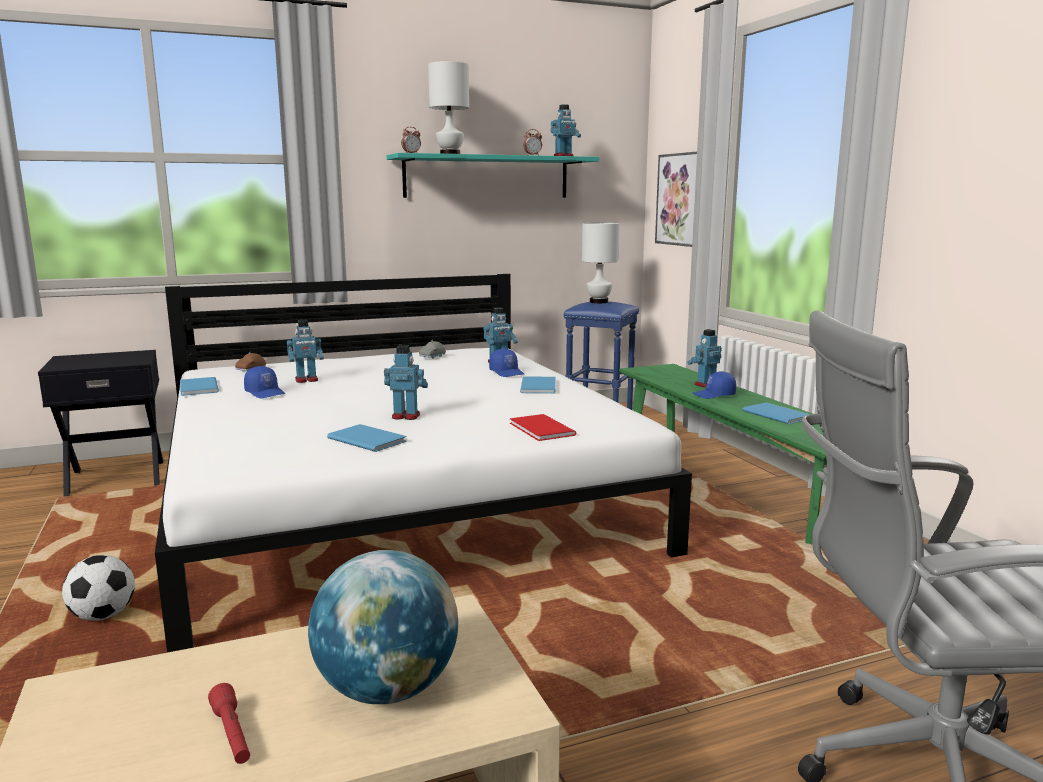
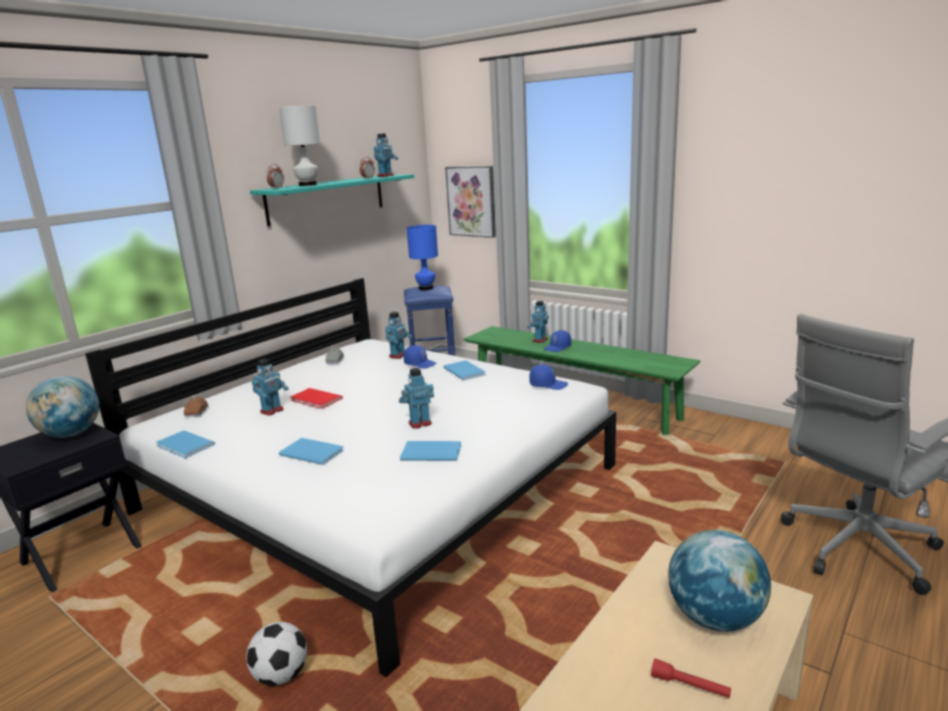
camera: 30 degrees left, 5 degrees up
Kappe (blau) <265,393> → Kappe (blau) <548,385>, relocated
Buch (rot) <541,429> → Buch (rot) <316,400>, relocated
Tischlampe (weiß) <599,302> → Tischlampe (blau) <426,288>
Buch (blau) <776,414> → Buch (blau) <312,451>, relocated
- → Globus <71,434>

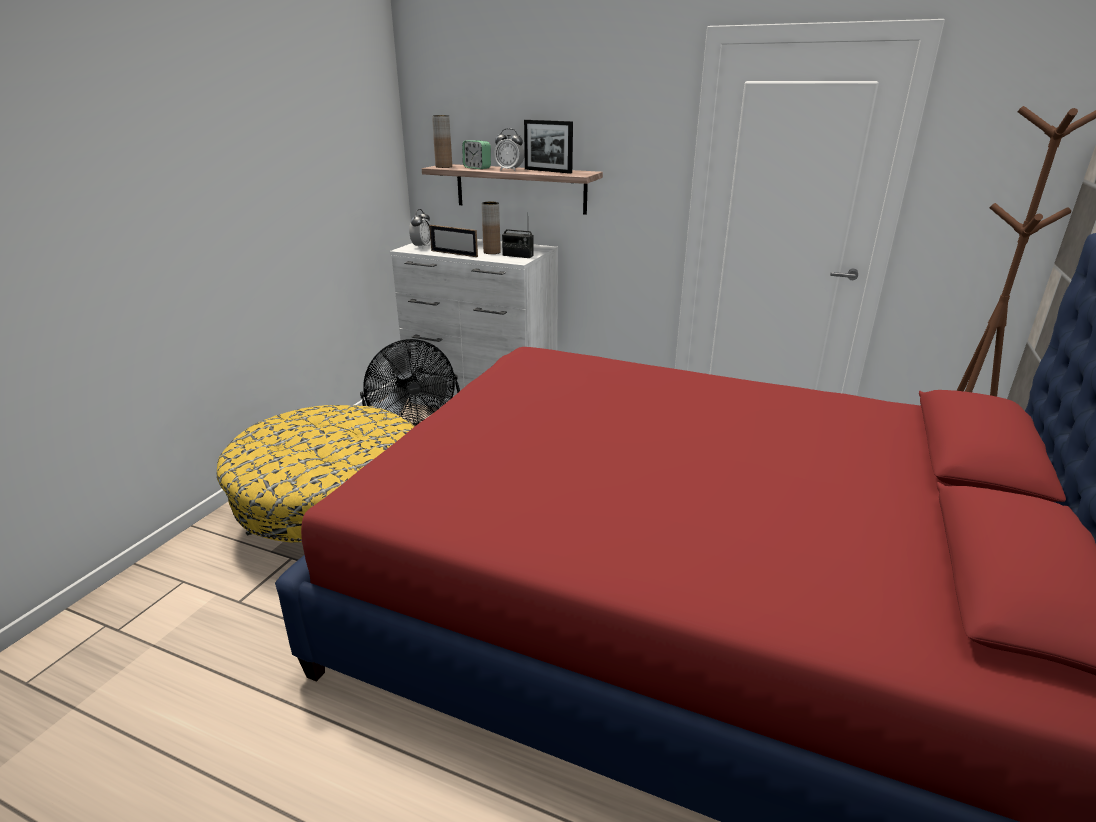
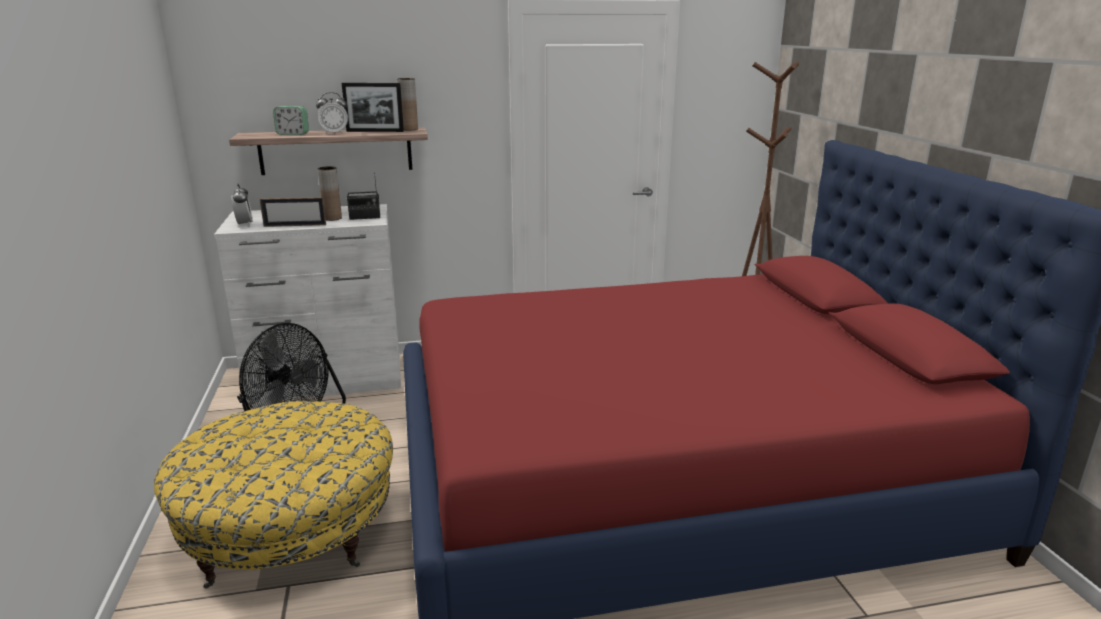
camera: 35 degrees left, 5 degrees down
Vase (braun) <444,167> → Vase (braun) <409,129>, relocated

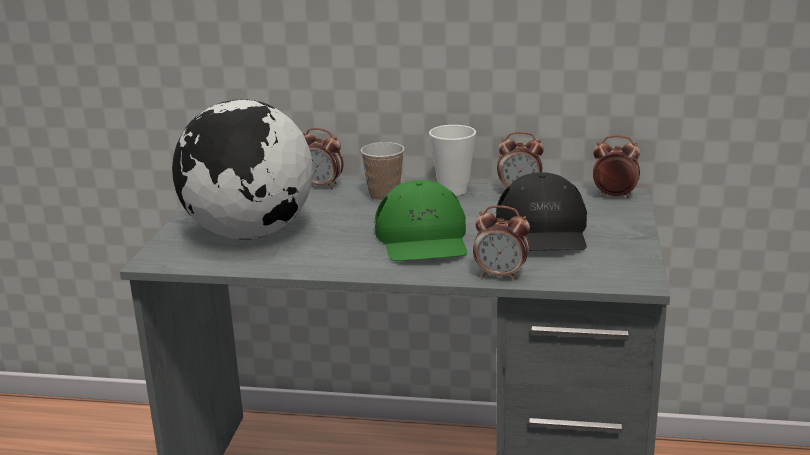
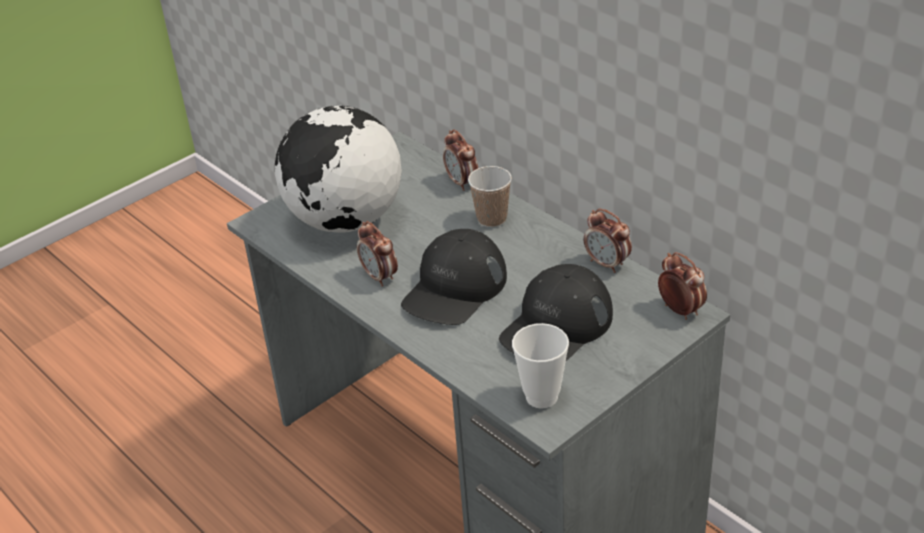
camera: 40 degrees right, 15 degrees up
Kappe (grün) <423,239> → Kappe (schwarz) <455,288>
Tasse <453,190> → Tasse <541,397>, relocated
Wecker <501,275> → Wecker <380,277>, relocated

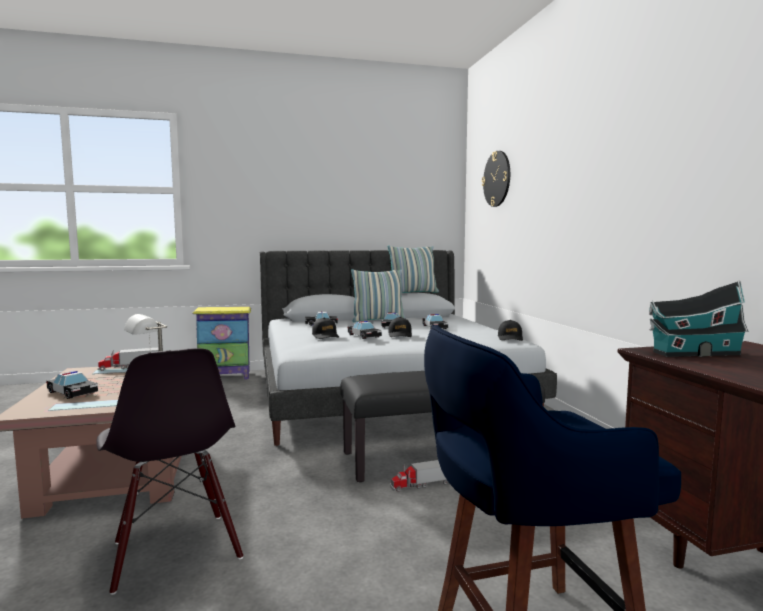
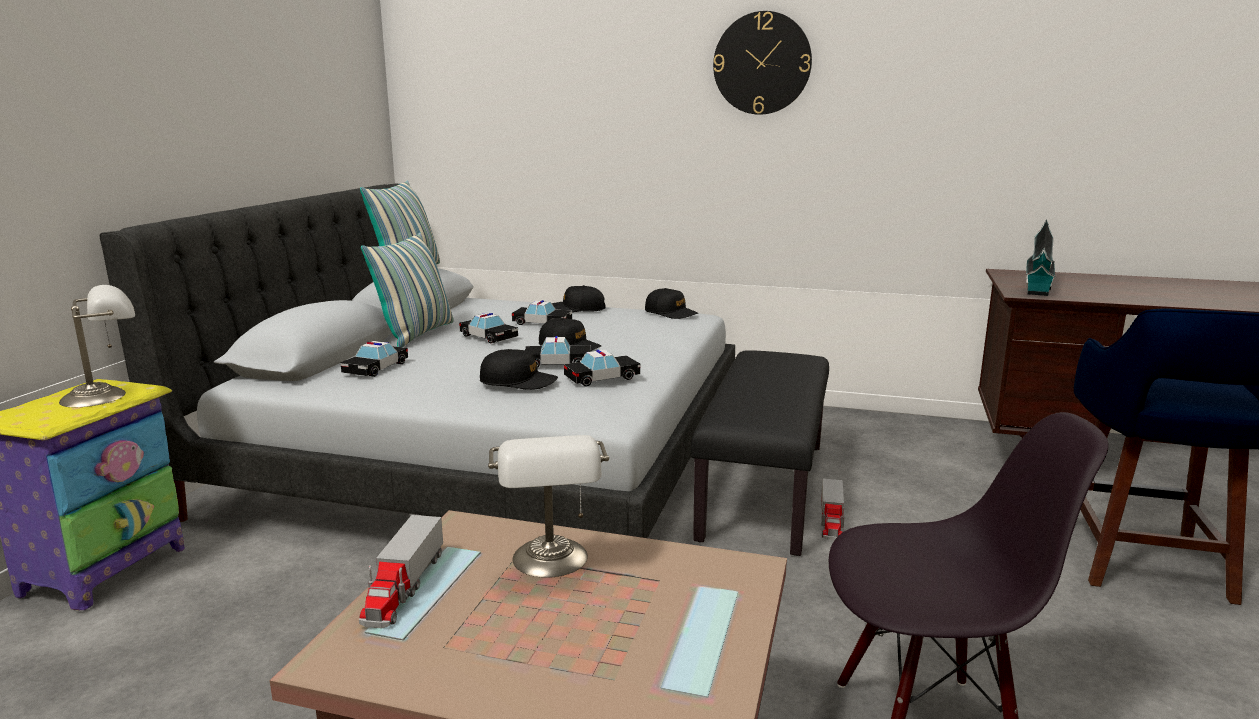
camera: 60 degrees left, 10 degrees up
Spielzeugauto <72,393> → Spielzeugauto <602,378>, relocated
Wanduhr <497,179> → Wanduhr <762,63>, relocated
- → Tischlampe (weiß) <107,394>
- → Kappe (schwarz) <577,309>

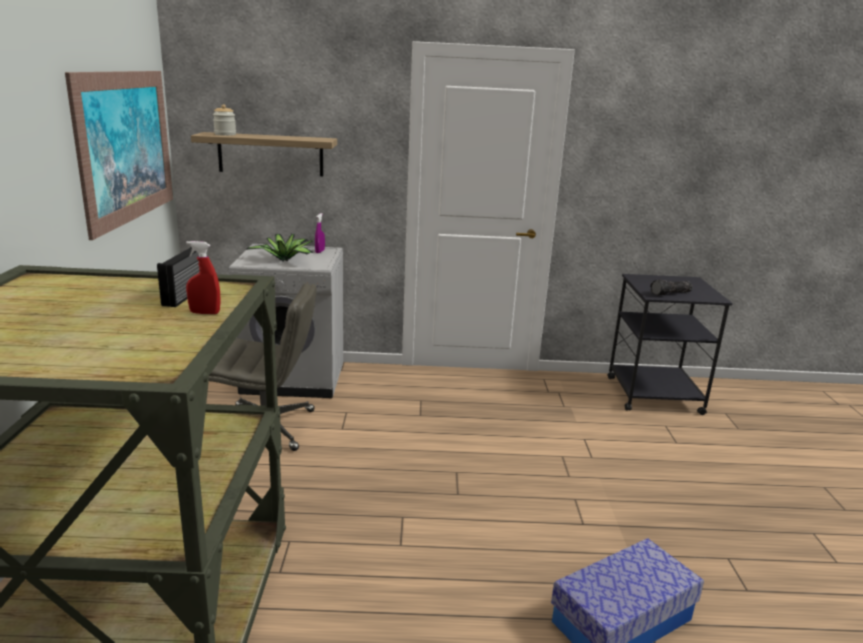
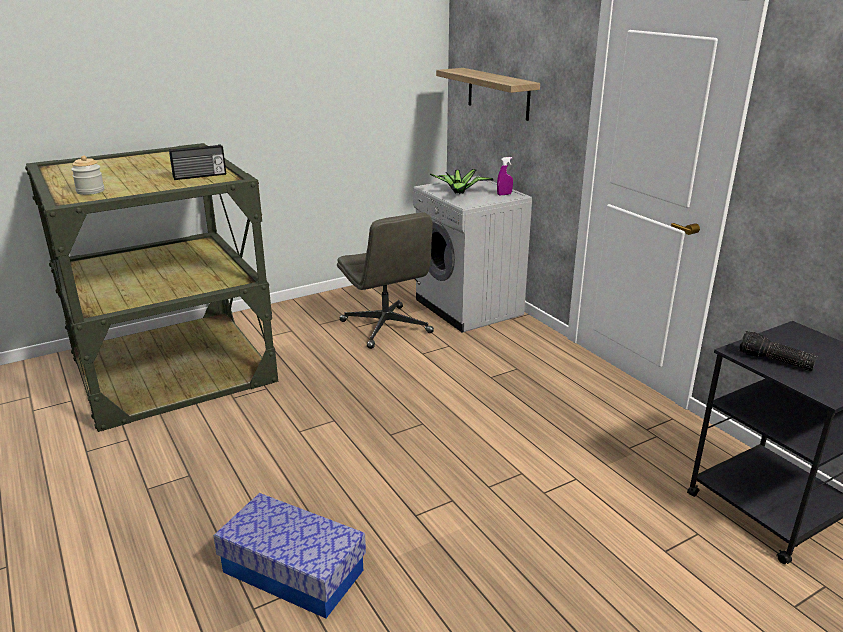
camera: 60 degrees right, 5 degrees up
Bild <126,147> → -
Sprühflasche (rot) <205,313> → -
Vorratsglas <225,134> → Vorratsglas <90,191>, relocated

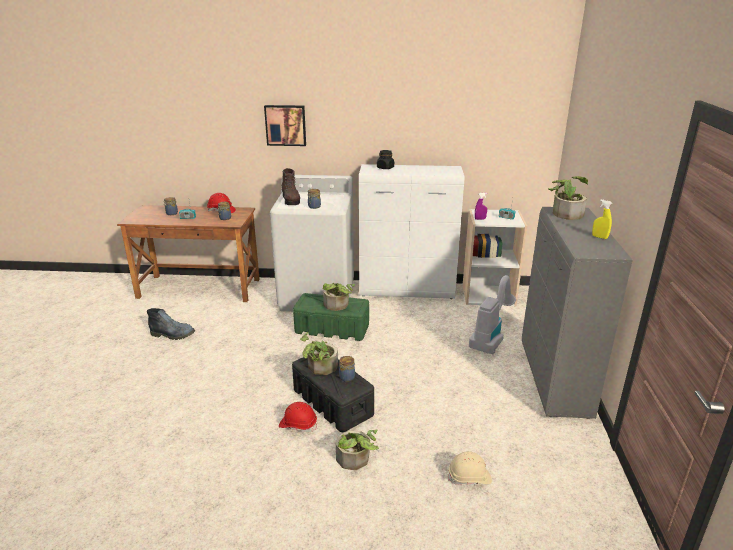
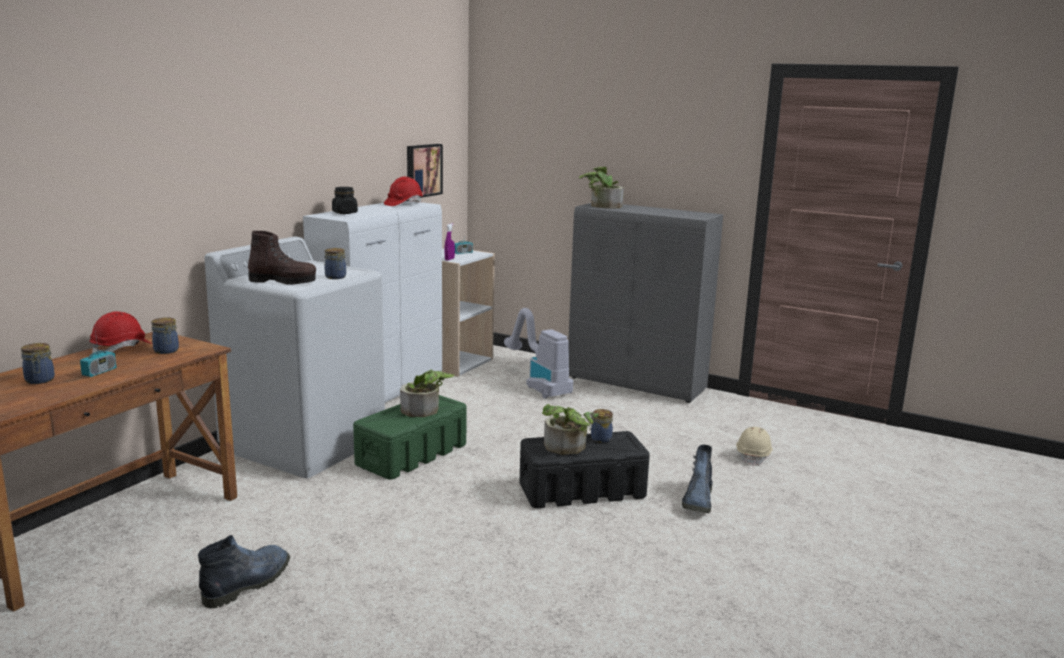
camera: 65 degrees left, 10 degrees down
Bild <285,125> → Bild <422,170>, relocated
Schutzhelm (rot) <298,425> → Schutzhelm (rot) <403,204>, relocated
Topfpflanze <356,460> → Stiefel <698,501>
Sprühflasche (gelb) <599,237> → -

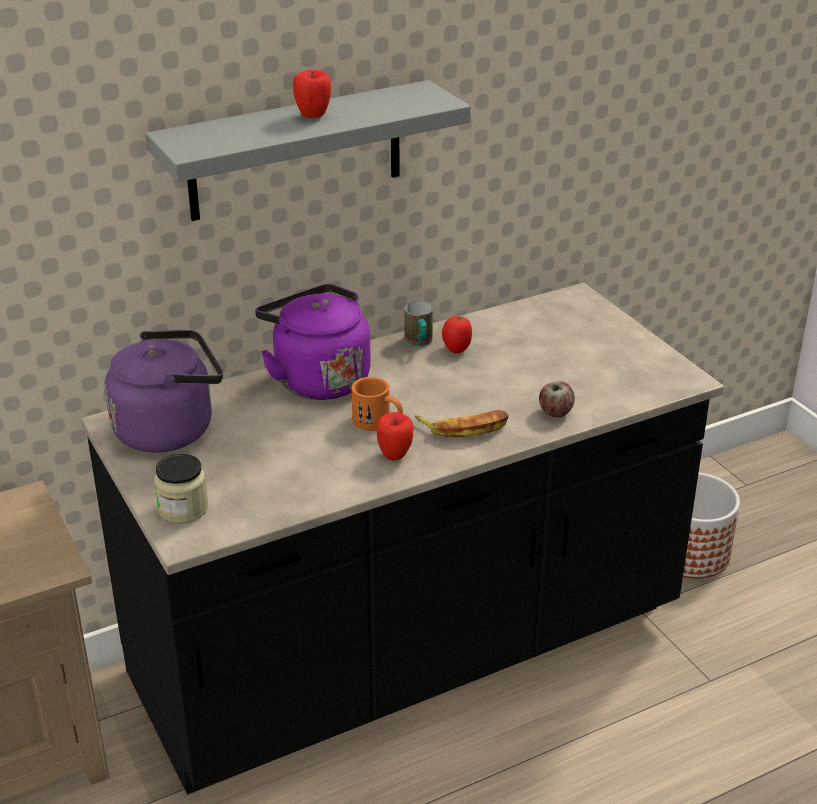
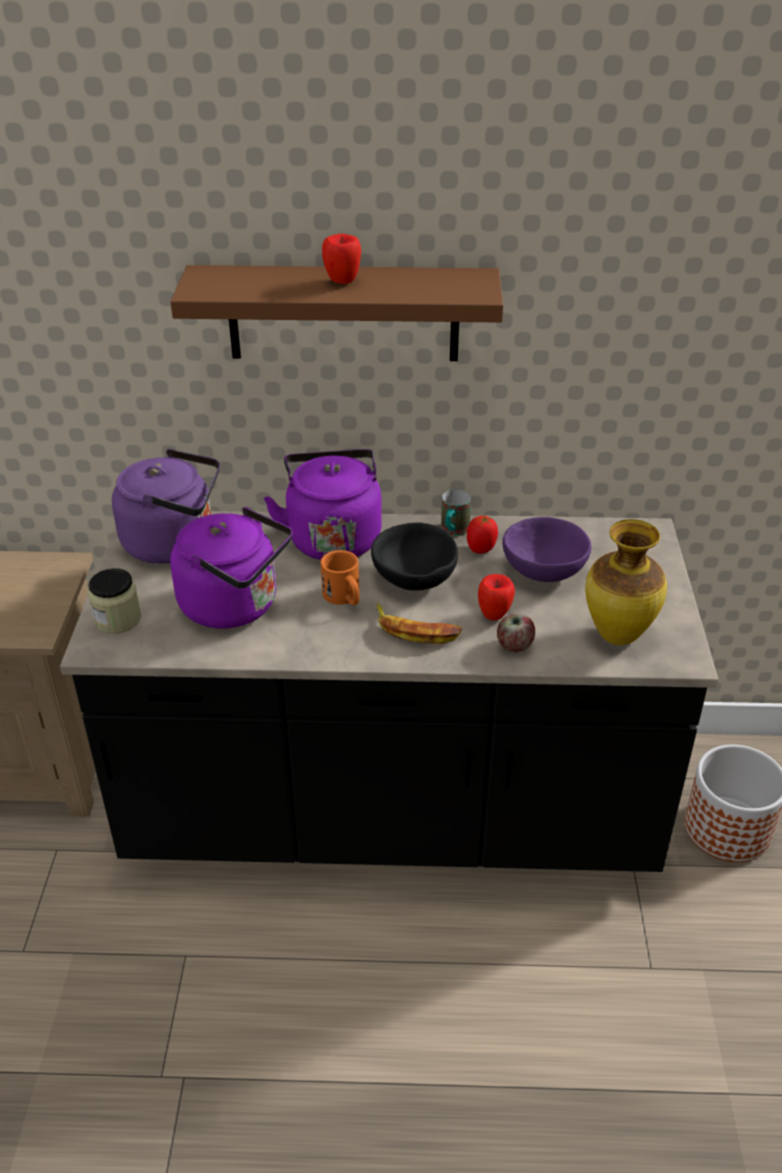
camera: 30 degrees right, 5 degrees up
Wandregal (grau) <295,151> → Wandregal (braun) <343,313>
Apfel <395,455> → Apfel <494,615>, relocated
- → Wasserkessel (lila) <235,606>
- → Schüssel (schwarz) <413,578>
- → Schüssel (lila) <544,571>
- → Vase <617,637>

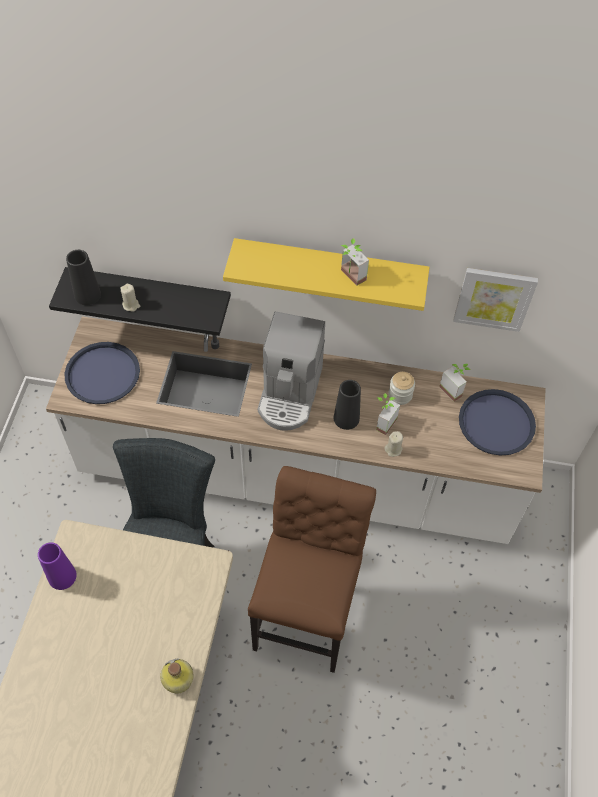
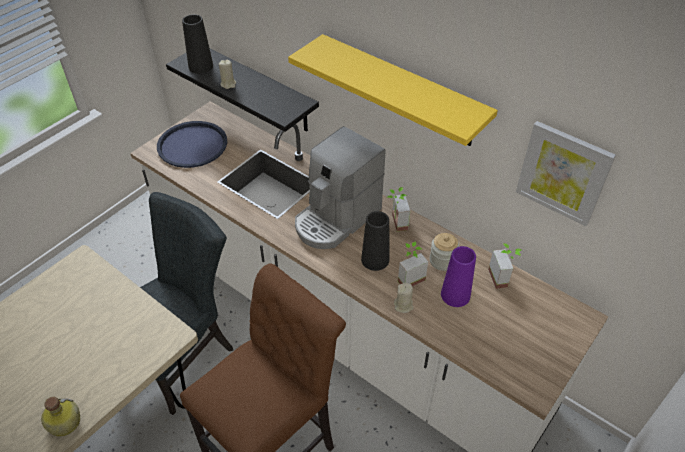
camera: 30 degrees right, 10 degrees down
Vase (lila) <62,576> → Vase (lila) <455,295>, relocated
Topfpflanze <349,277> → Topfpflanze <395,222>, relocated
Tablett (blau) <496,423> → -

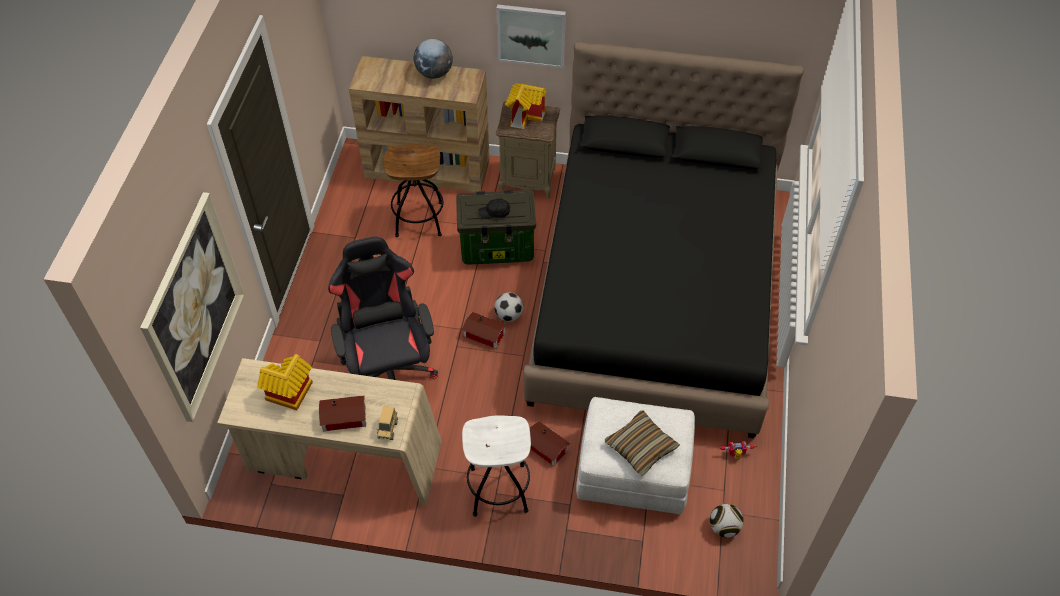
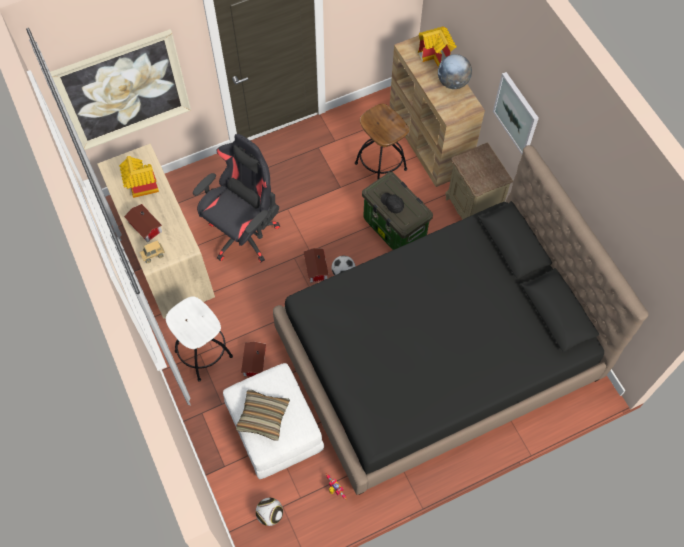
camera: 55 degrees right, 10 degrees up
Spielzeughaus <526,116> → Spielzeughaus <436,56>, relocated

